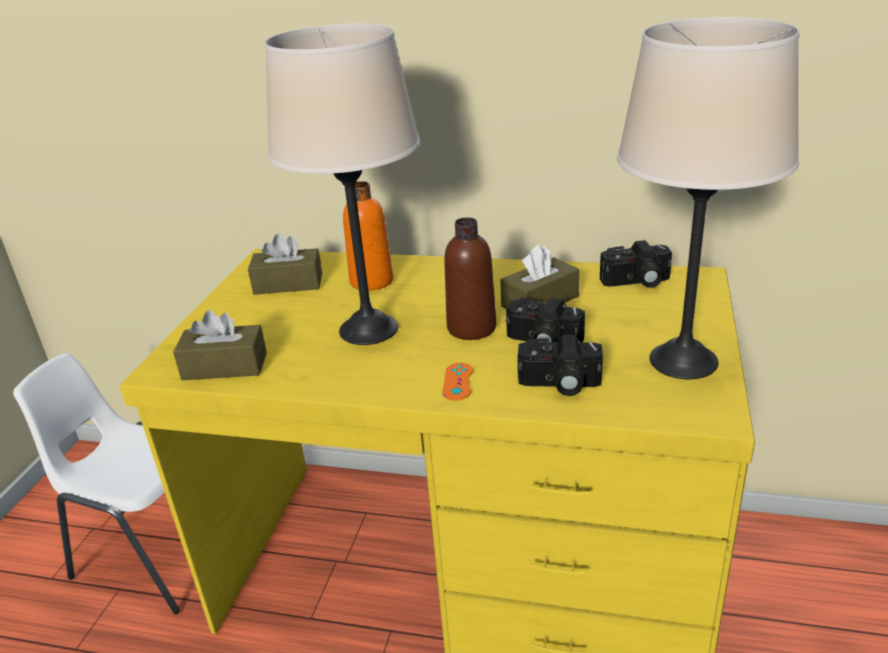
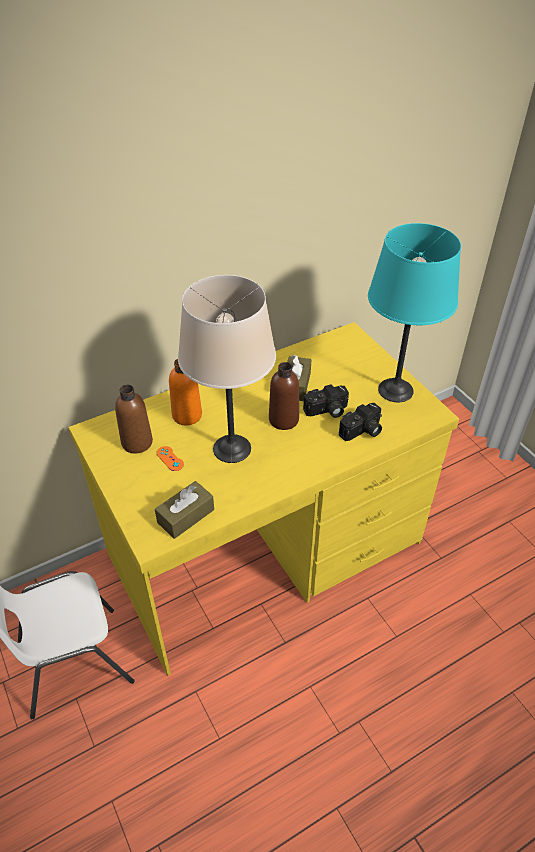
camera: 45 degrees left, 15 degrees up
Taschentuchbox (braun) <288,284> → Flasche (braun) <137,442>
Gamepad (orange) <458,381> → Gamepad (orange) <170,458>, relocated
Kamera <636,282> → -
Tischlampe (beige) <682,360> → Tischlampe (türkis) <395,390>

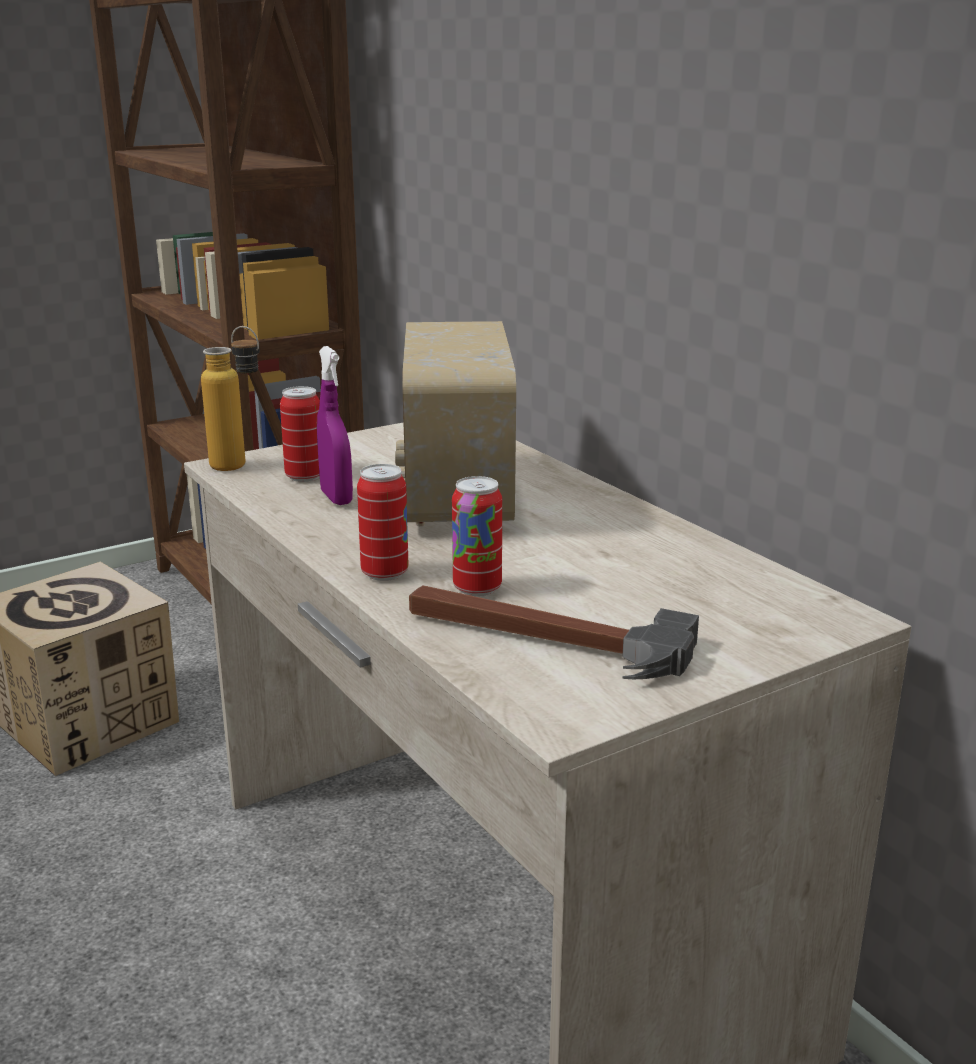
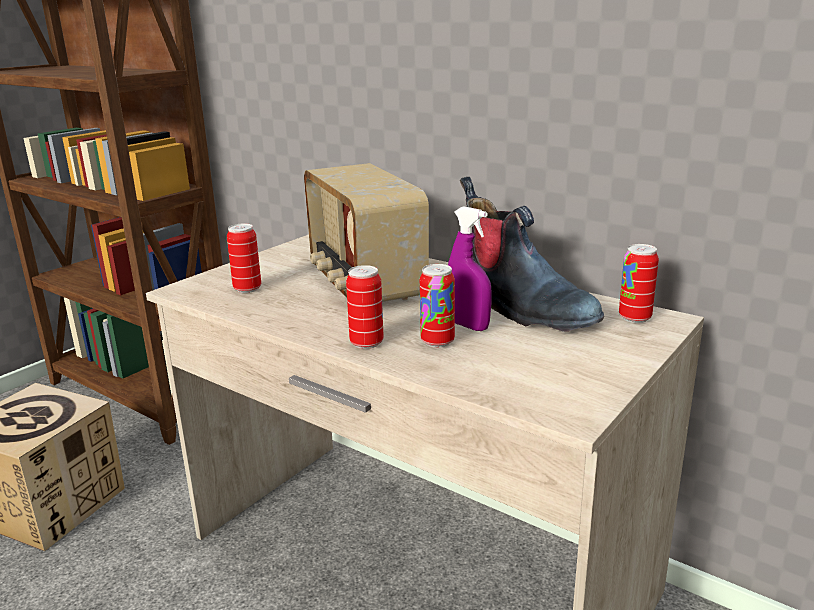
camera: 20 degrees left, 0 degrees up
Flasche <240,468> → -
Sprühflasche (lila) <336,498> → Sprühflasche (lila) <468,326>, relocated
Hammer <544,639> → -
- → Stiefel <521,307>
- → Dose <634,318>

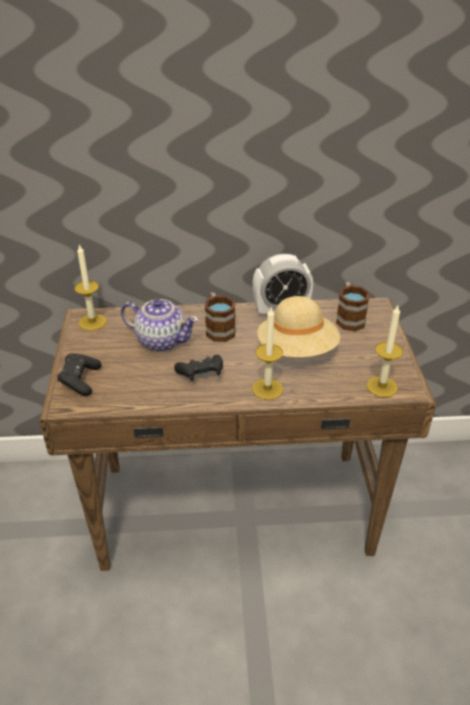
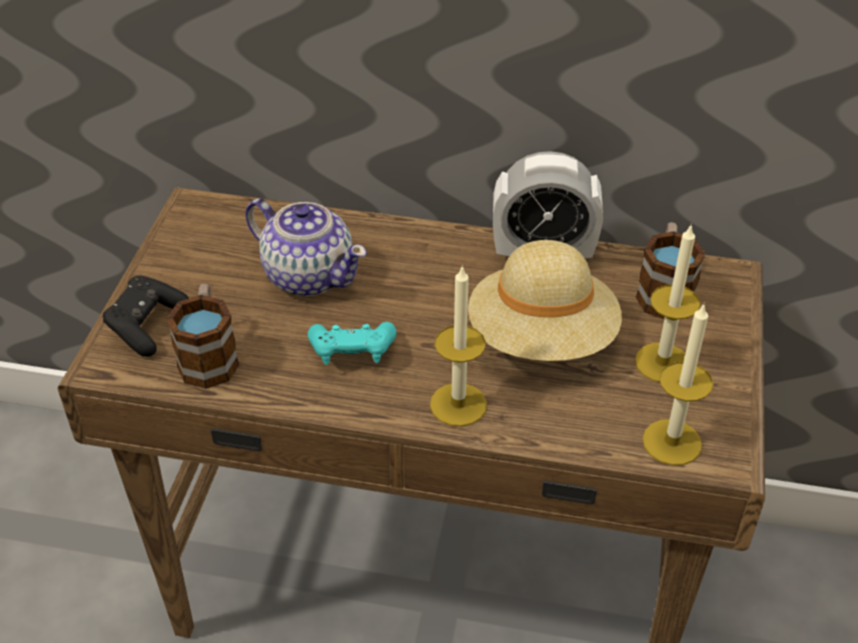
camera: 15 degrees right, 5 degrees up
Kerze <92,322> → Kerze <662,363>, relocated
Gamepad (schwarz) <201,375> → Gamepad (türkis) <352,354>
Henkelbecher <218,328> → Henkelbecher <209,356>, relocated

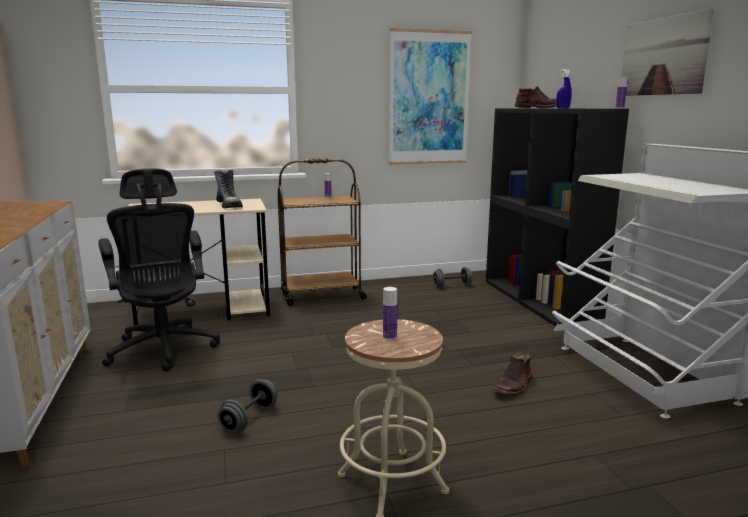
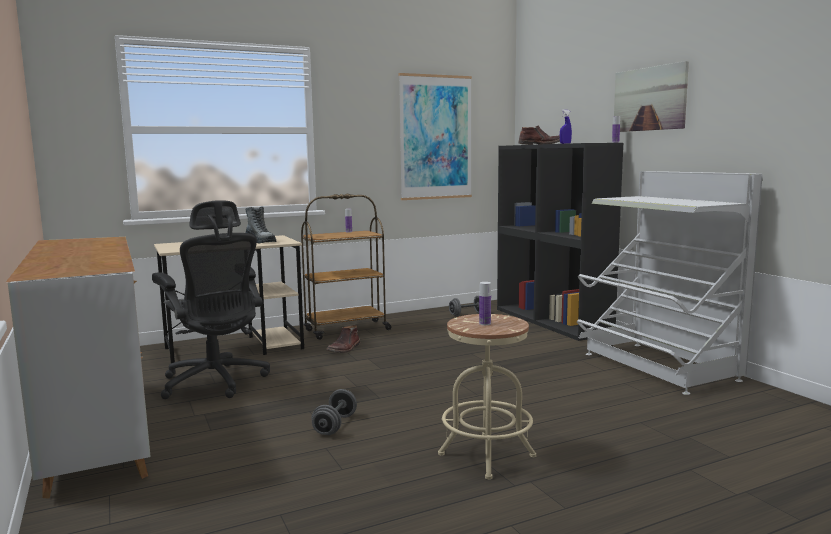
camera: 10 degrees left, 5 degrees down
Stiefel (braun) <513,386> → Stiefel (braun) <344,349>, relocated

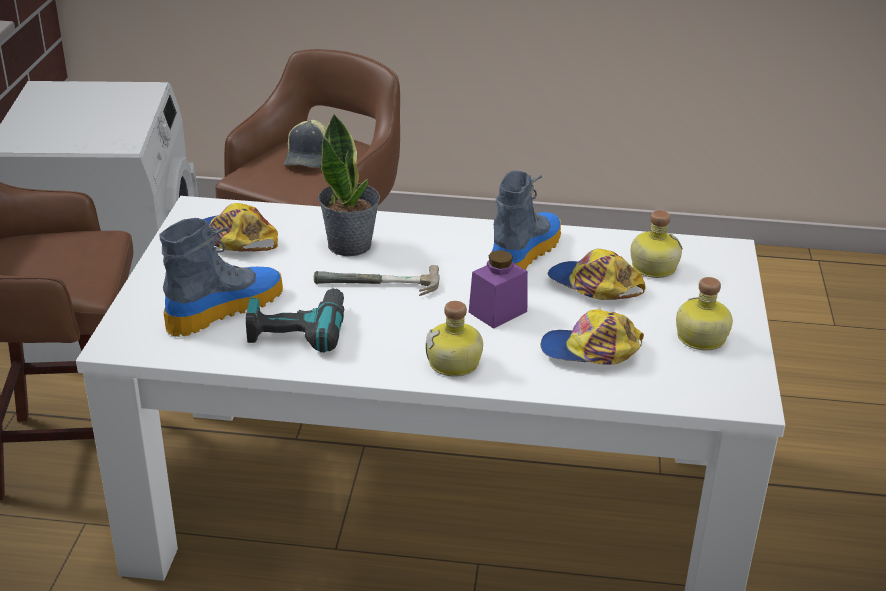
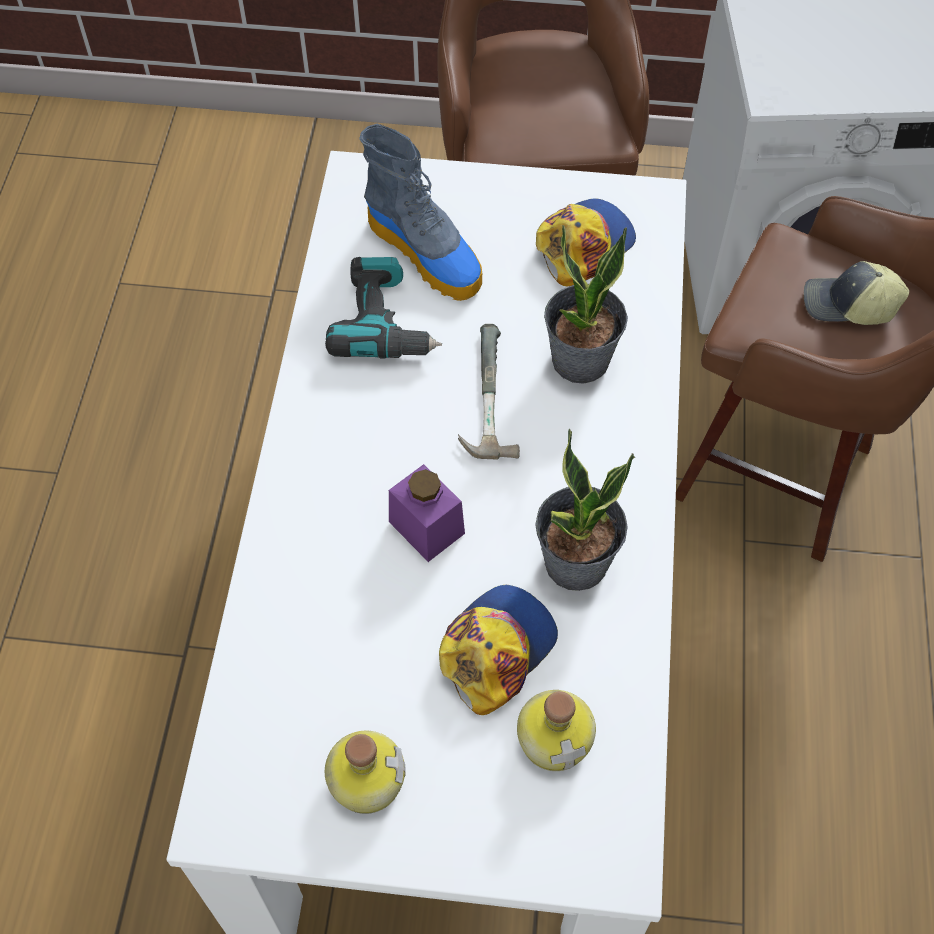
camera: 90 degrees right, 25 degrees up
Flasche <455,364> → -
Stiefel <524,254> → Topfpflanze <576,564>
Kappe <590,351> → -

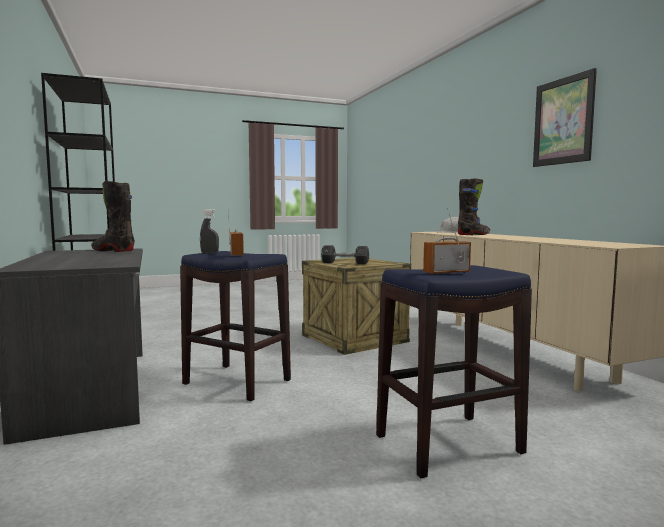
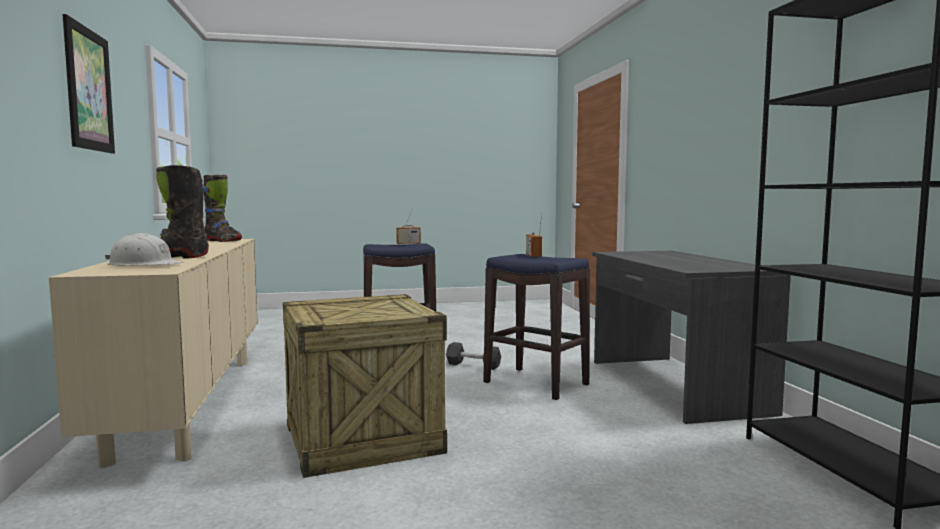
camera: 170 degrees left, 0 degrees up
Stiefel (schwarz) <113,251> → Stiefel (schwarz) <222,241>, relocated
Sprühflasche (grau) <209,253> → -
Hantel (schwarz) <345,263> → Hantel (schwarz) <473,365>, relocated

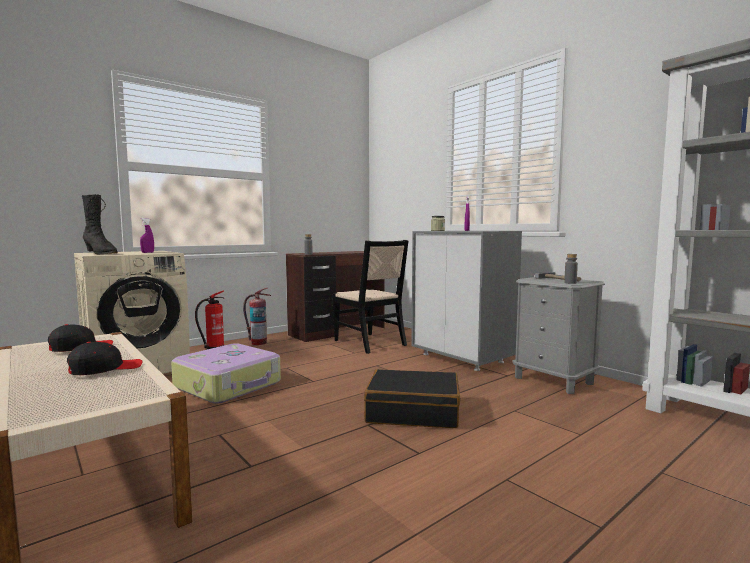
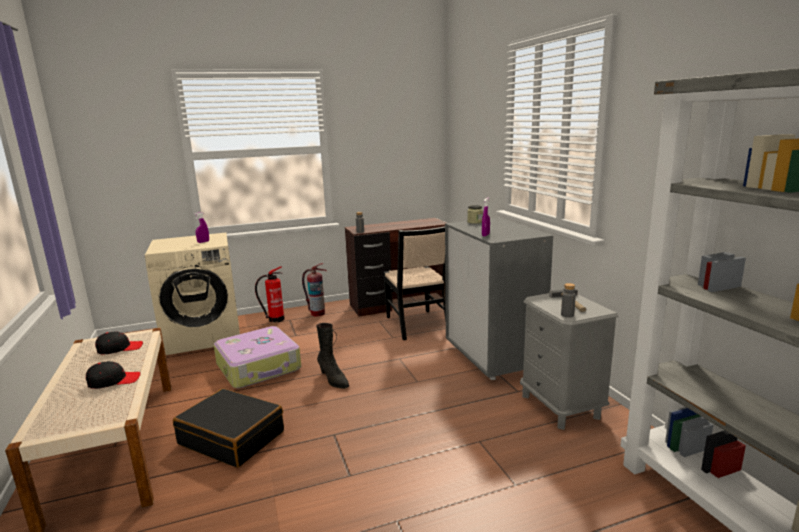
camera: 20 degrees right, 10 degrees up
Stiefel (schwarz) <100,253> → Stiefel (schwarz) <333,380>, relocated
Koffer (schwarz) <413,412> → Koffer (schwarz) <232,438>, relocated

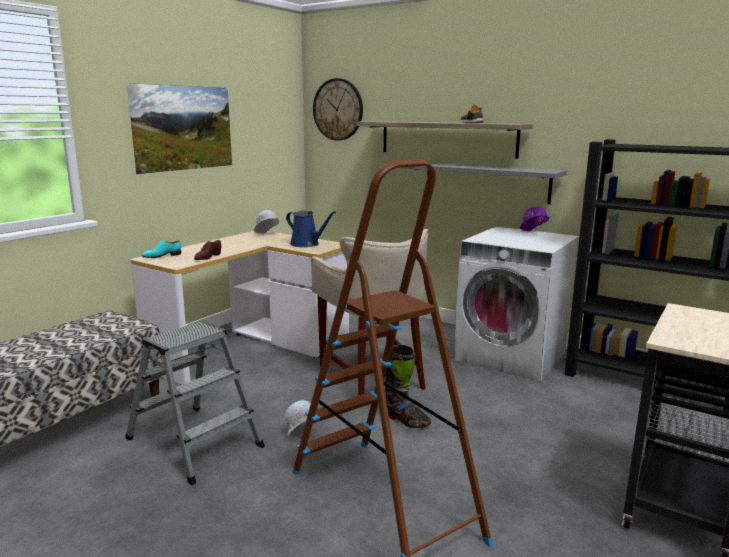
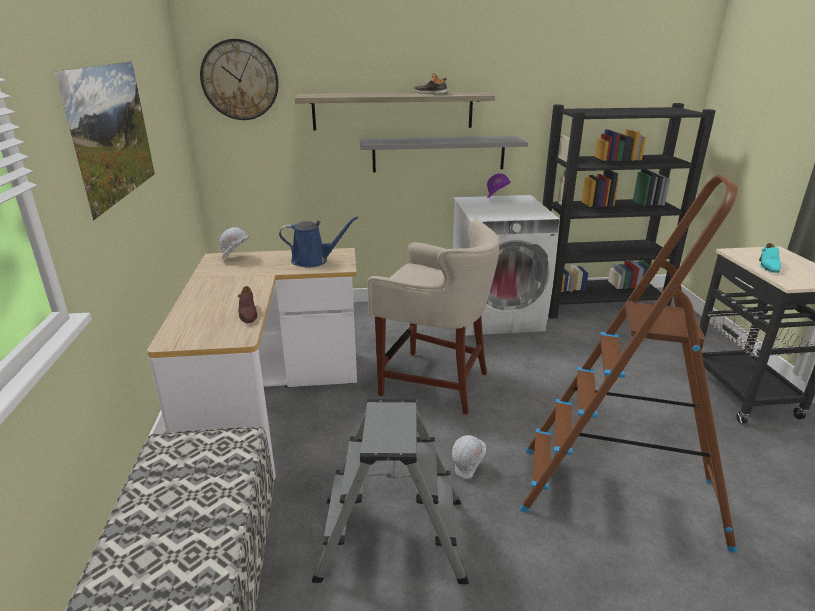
camera: 40 degrees left, 10 degrees up
Schuh (türkis) <161,256> → Schuh (türkis) <768,266>, relocated
Stiefel (schwarz) <405,420> → -

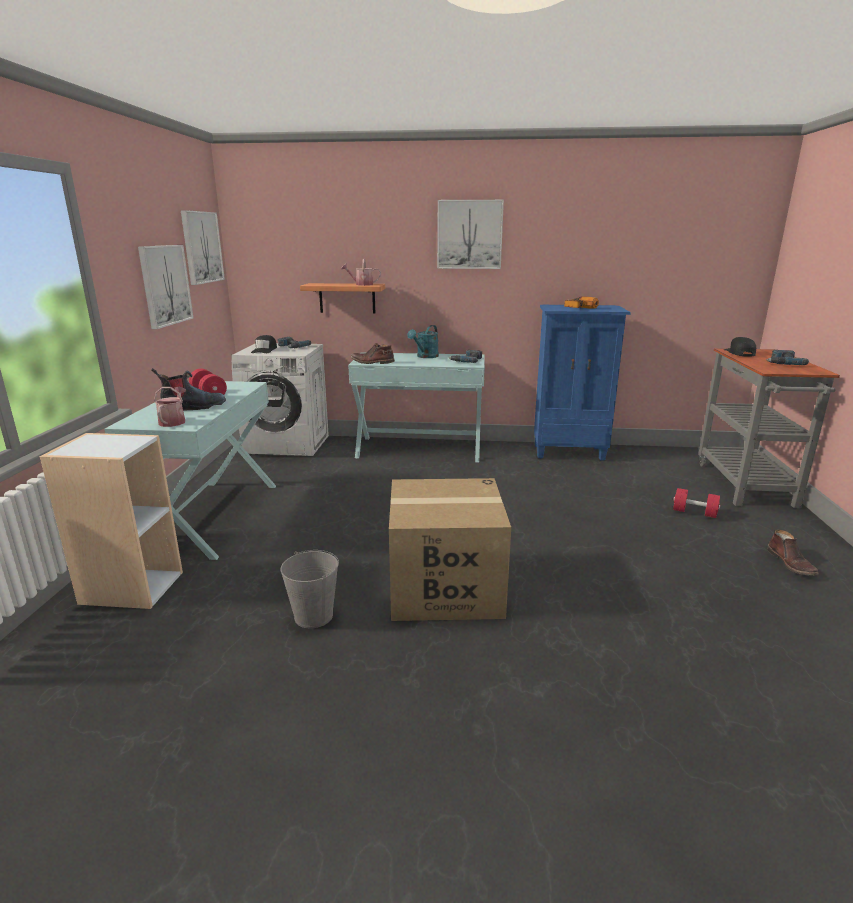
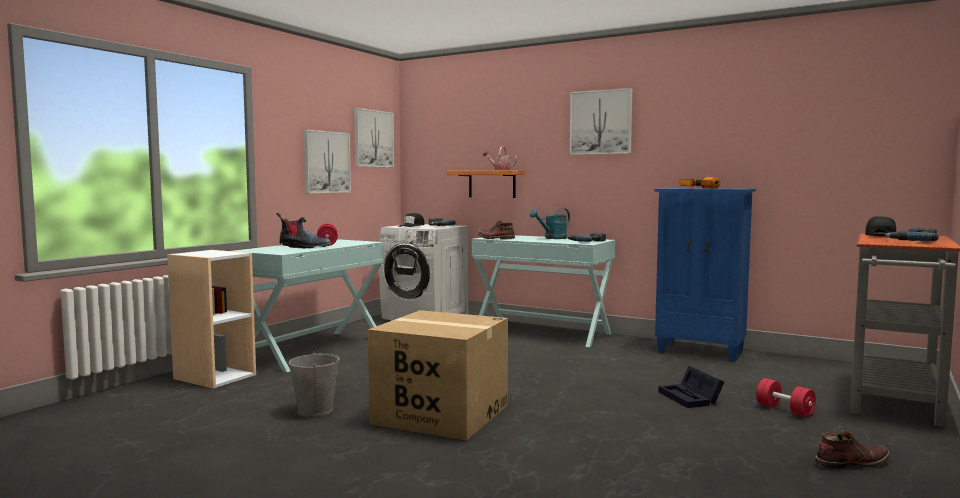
camera: 25 degrees right, 15 degrees down
Gießkanne <173,421> → -
Stiefel (braun) <791,564> → Stiefel (braun) <851,463>, 120 degrees counterclockwise
- → Aufbewahrungsbox (schwarz) <691,398>

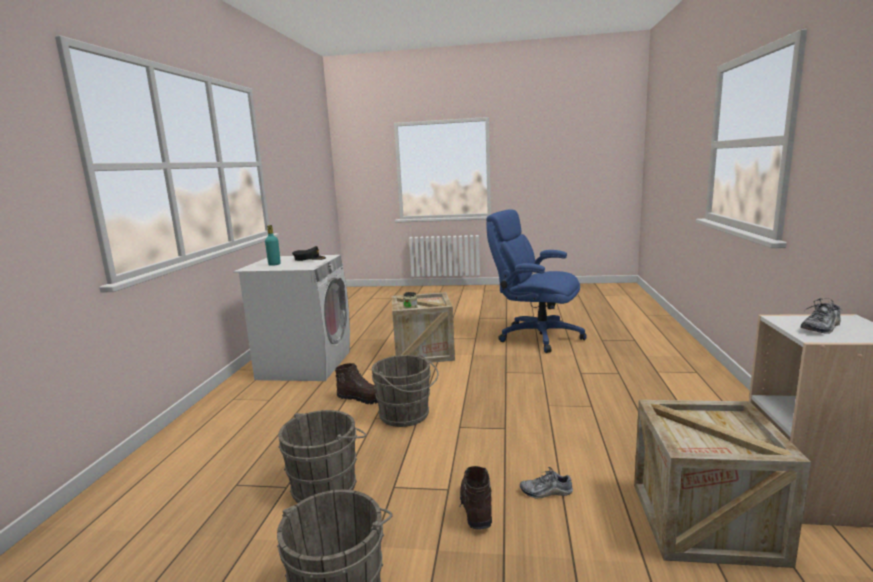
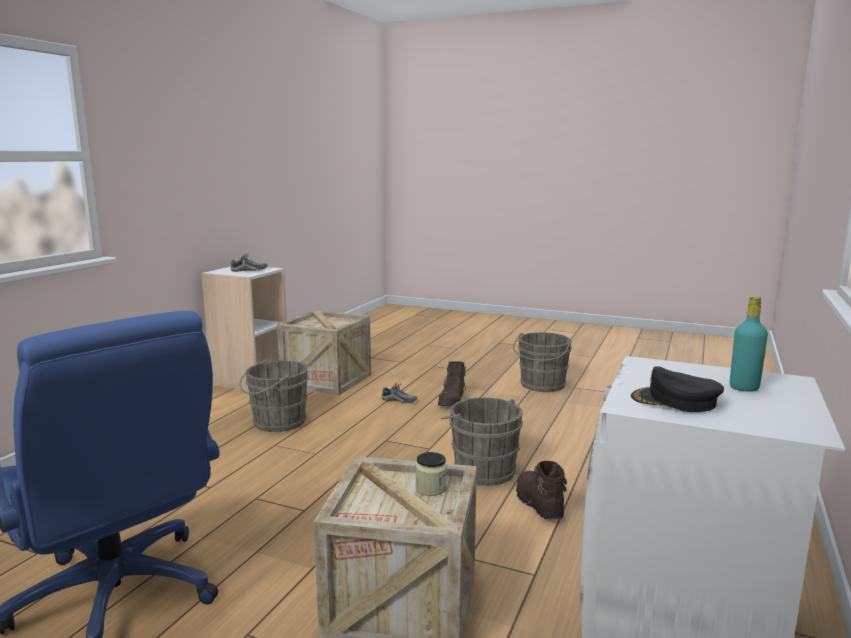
camera: 165 degrees left, 0 degrees up
Eimer (grau) <328,486> → Eimer (grau) <276,422>, relocated
Stiefel (braun) <362,399> → Stiefel (braun) <538,504>, 45 degrees clockwise

